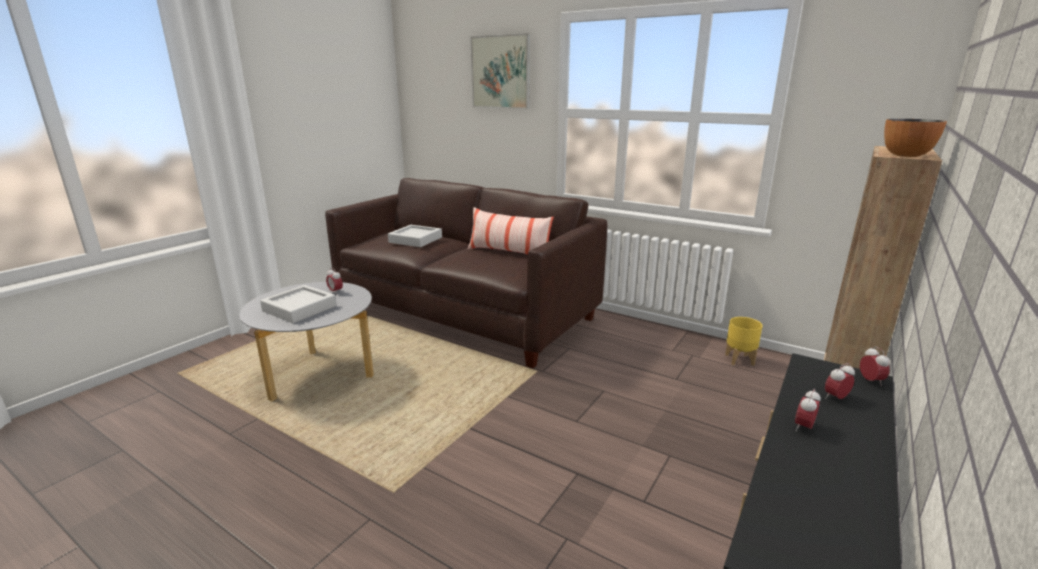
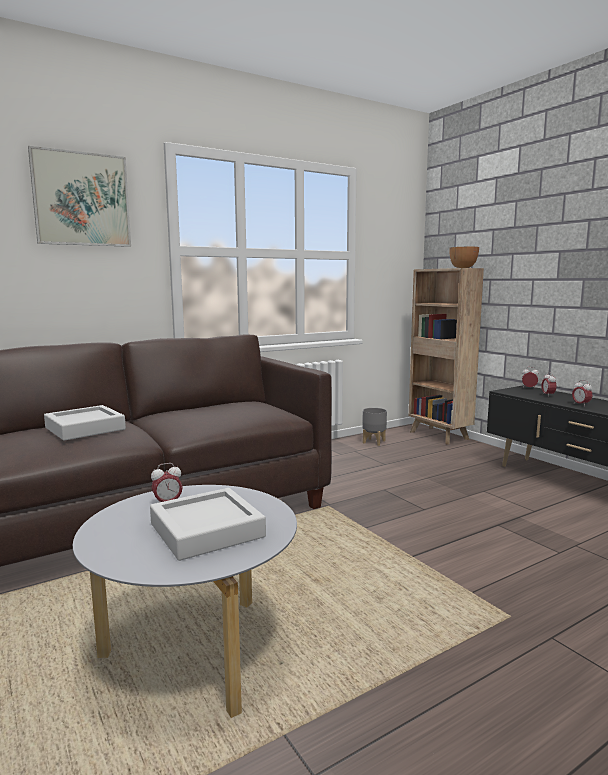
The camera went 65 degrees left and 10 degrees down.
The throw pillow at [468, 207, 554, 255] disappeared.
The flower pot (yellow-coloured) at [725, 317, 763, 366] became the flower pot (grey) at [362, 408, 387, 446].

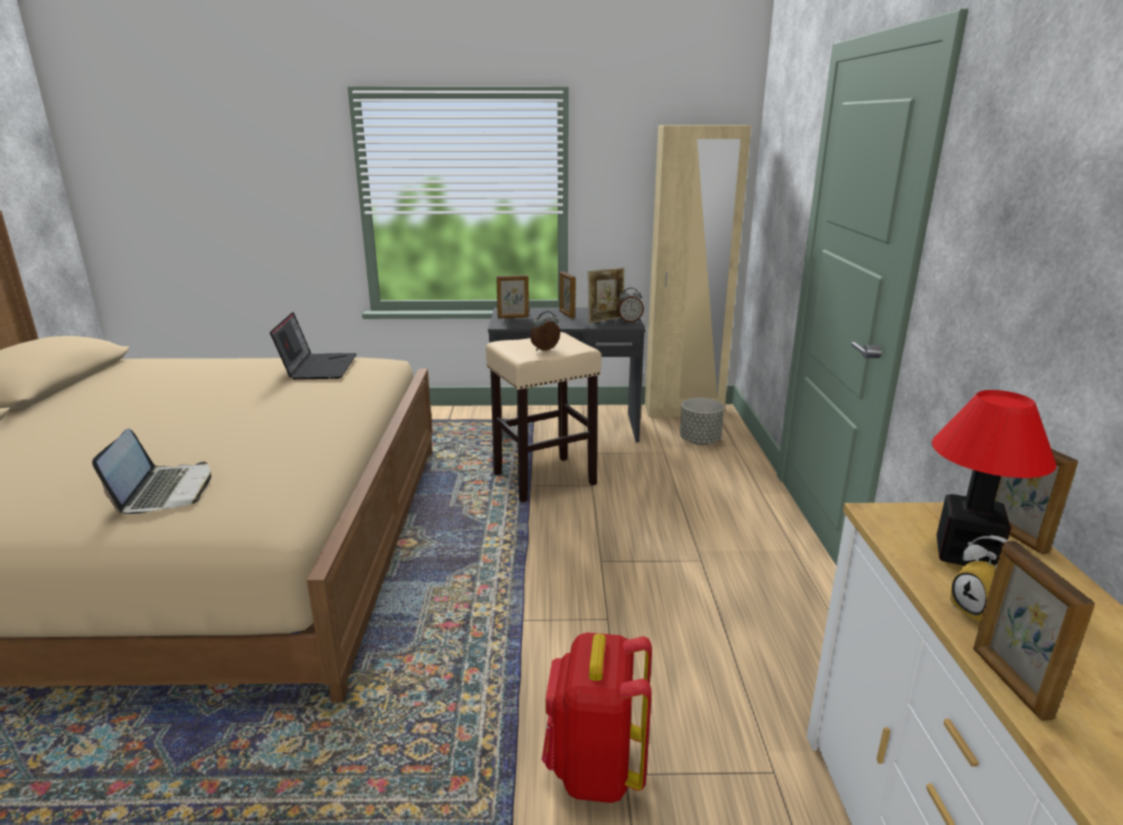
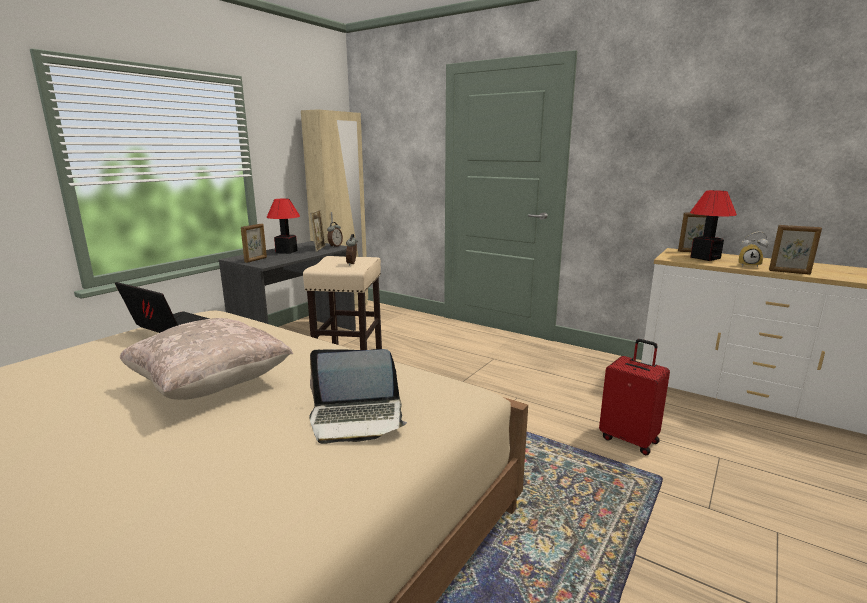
The camera went 55 degrees left and 5 degrees down.
The photo frame at [560, 271, 576, 319] was replaced by the tabletop lamp at [266, 198, 300, 254].
The flower pot (grey) at [680, 398, 724, 445] disappeared.
The portable computer at [92, 429, 211, 514] turned 150 degrees clockwise.
The knapsack (red-coloured) at [542, 633, 652, 803] was replaced by the suitcase (red-coloured) at [599, 339, 670, 455].
The throw pillow (beige) at [120, 318, 293, 400] appeared.

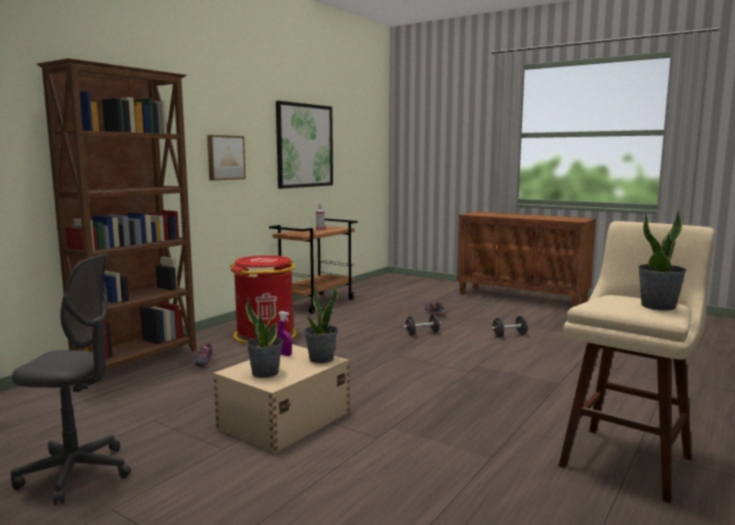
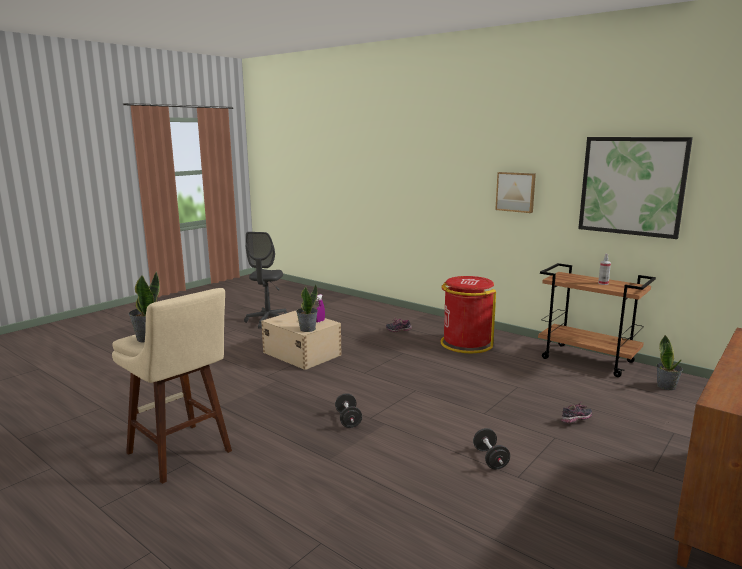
The camera went 95 degrees right and 5 degrees up.
The shelving unit (brownish) at [37, 58, 196, 383] disappeared.
The houseplant moved from [246, 297, 283, 378] to [656, 335, 683, 390].
The hand weight (black) moved from [403, 314, 441, 336] to [335, 393, 362, 428].

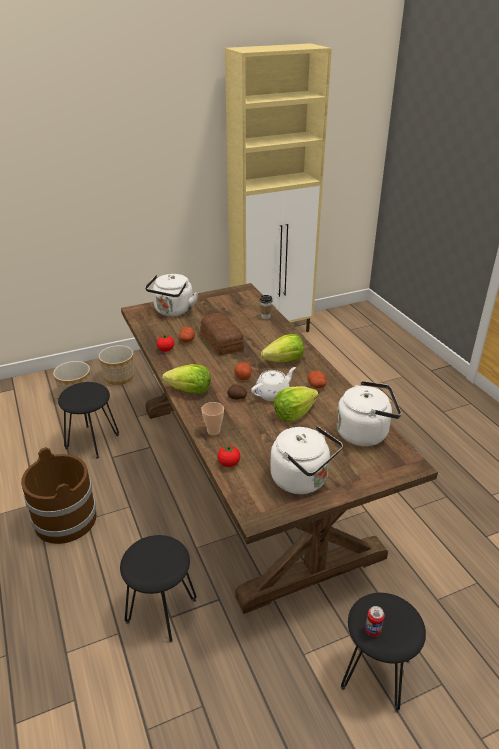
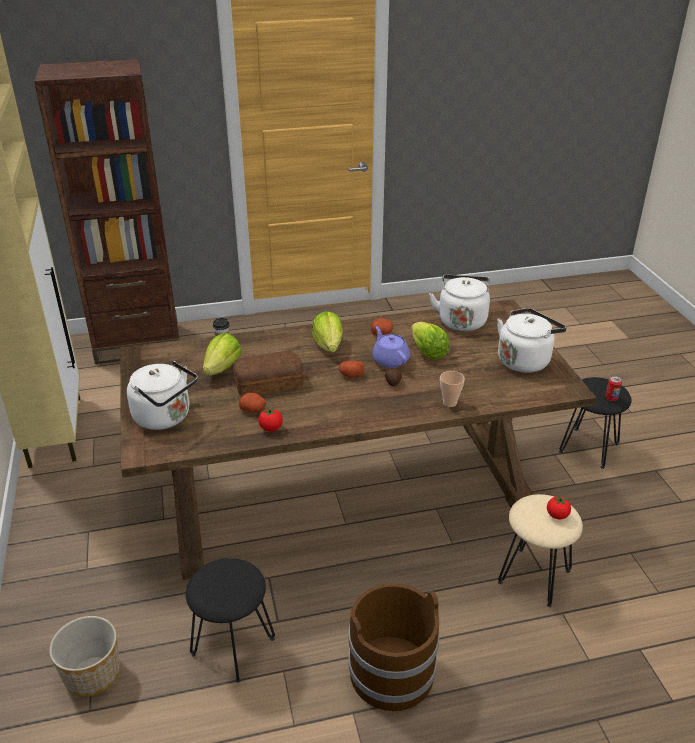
The camera went 80 degrees left and 0 degrees up.
The flower pot at [98, 345, 134, 385] disappeared.
The lettuce head moved from [162, 364, 211, 394] to [203, 333, 242, 375].
The teapot (white) at [251, 367, 296, 401] became the teapot (purple-coloured) at [372, 326, 410, 368].
The whole tomato moved from [218, 443, 240, 467] to [547, 495, 571, 519].
The sitting stool (black) at [120, 535, 197, 643] became the sitting stool (beige) at [498, 494, 583, 607].
The shelving unit (brownish) at [34, 59, 180, 364] appeared.

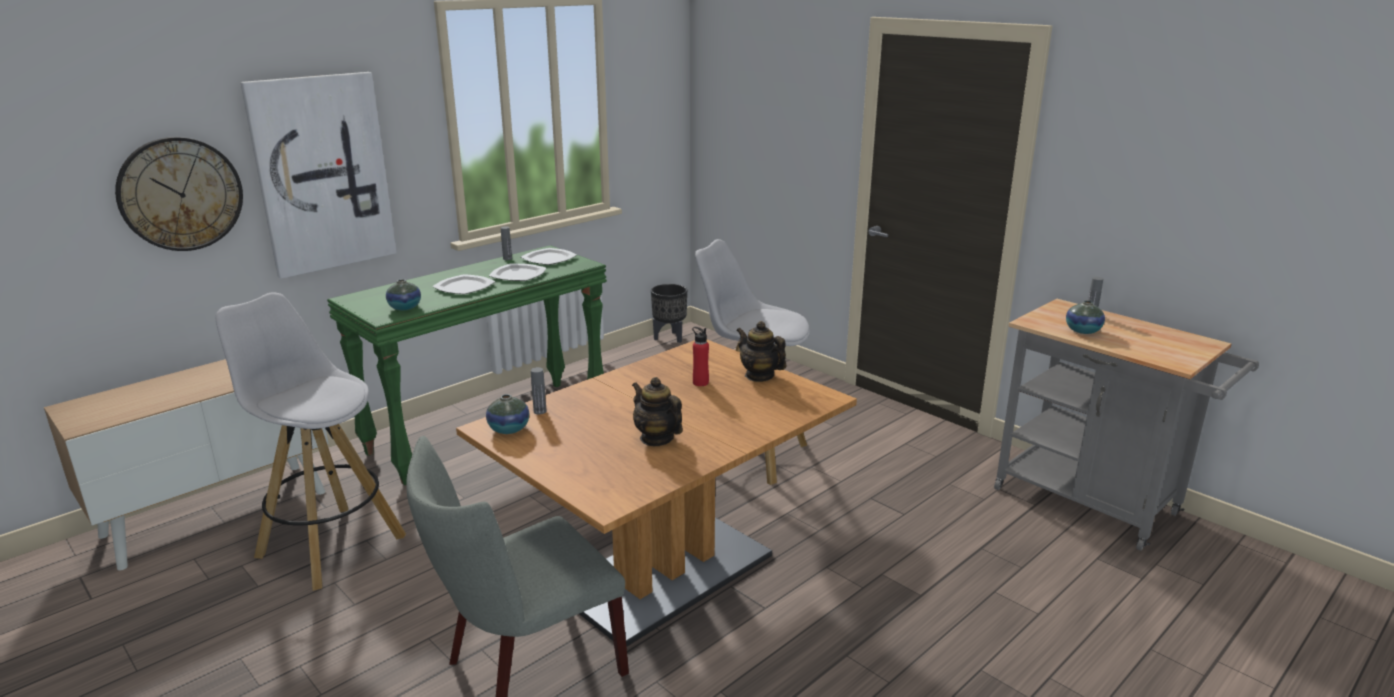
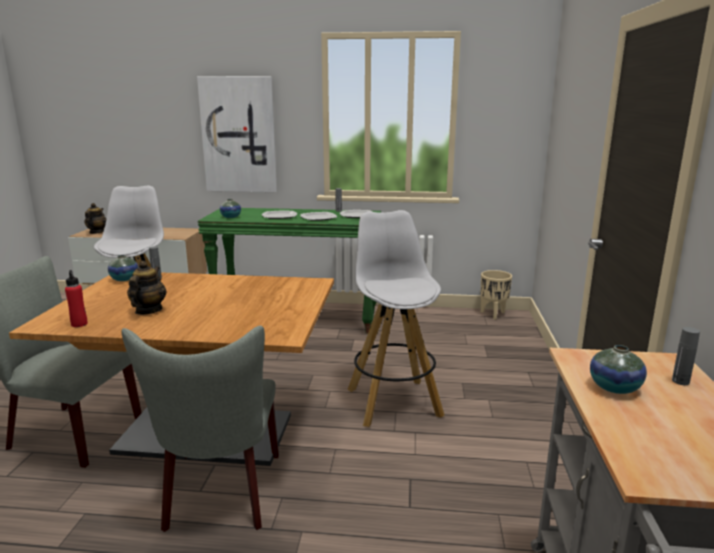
The camera went 50 degrees right and 5 degrees down.
The wall clock at [115, 137, 243, 251] disappeared.
The flower pot (black) at [651, 284, 688, 343] became the flower pot (beige) at [481, 270, 512, 320].
The teapot moved from [736, 321, 786, 382] to [84, 203, 106, 234].
The bottle (red-coloured) moved from [692, 327, 709, 386] to [65, 270, 88, 327].
The chair (grey) at [122, 326, 279, 532] appeared.

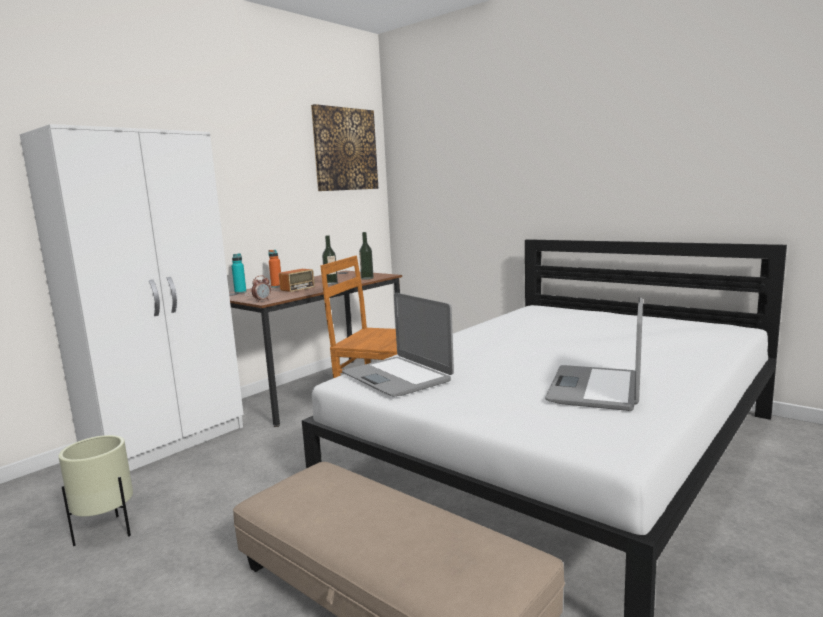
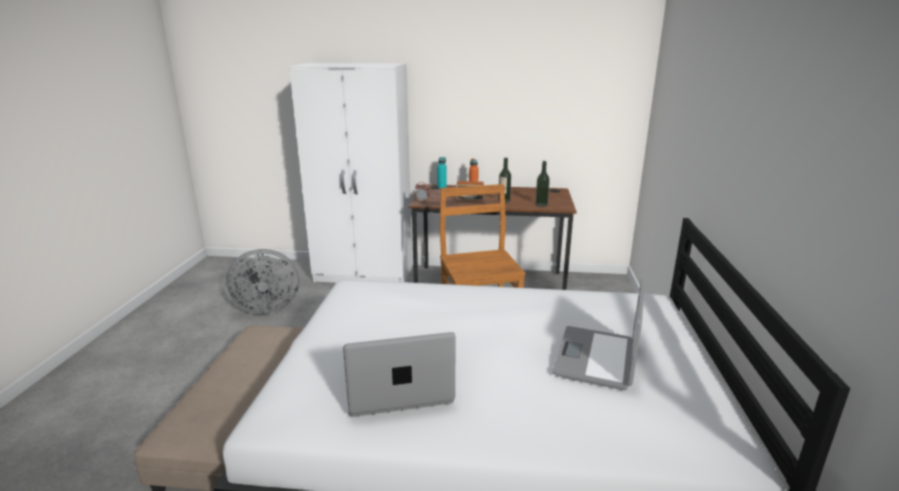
The camera went 55 degrees right and 10 degrees up.
The wall art at [311, 104, 378, 191] disappeared.
The portable computer moved from [342, 293, 454, 396] to [552, 278, 644, 390].
The flower pot (beige) at [58, 435, 133, 546] was replaced by the electric fan (grey) at [226, 249, 299, 314].

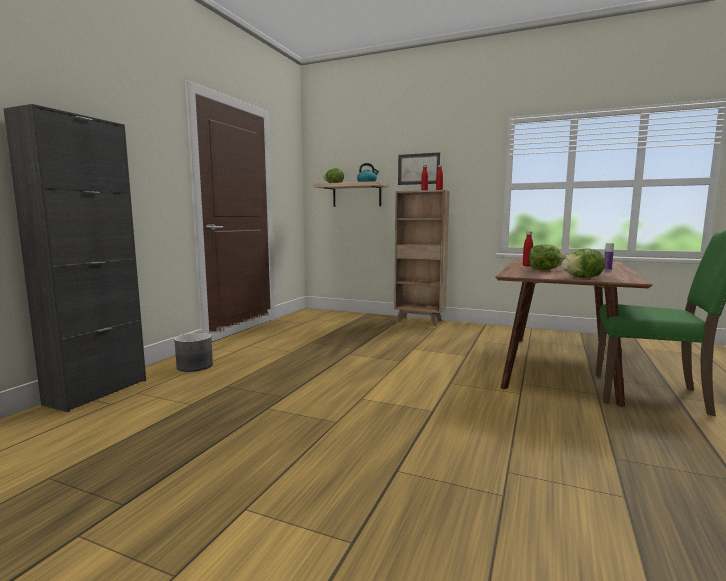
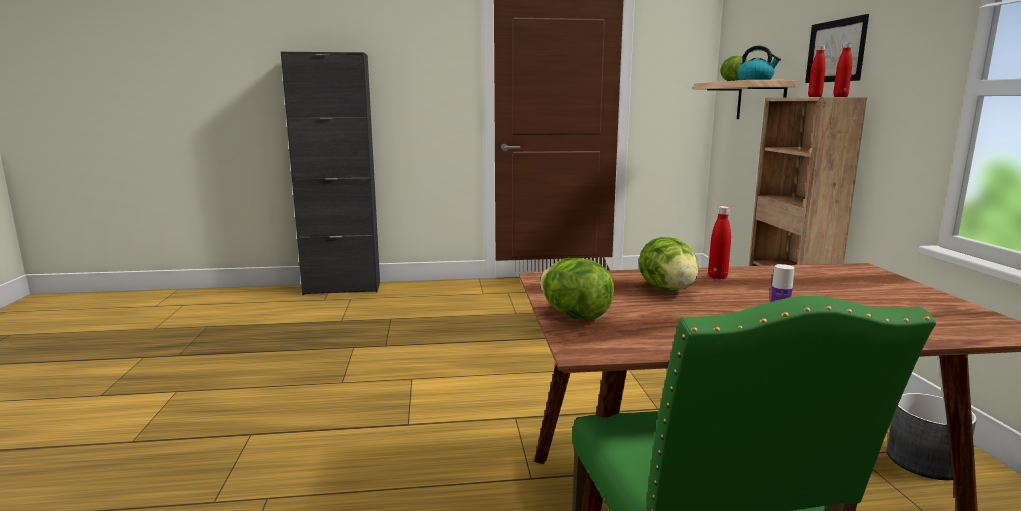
The camera went 60 degrees right and 5 degrees up.
The flower pot (grey) moved from [174, 333, 213, 372] to [887, 393, 977, 480].

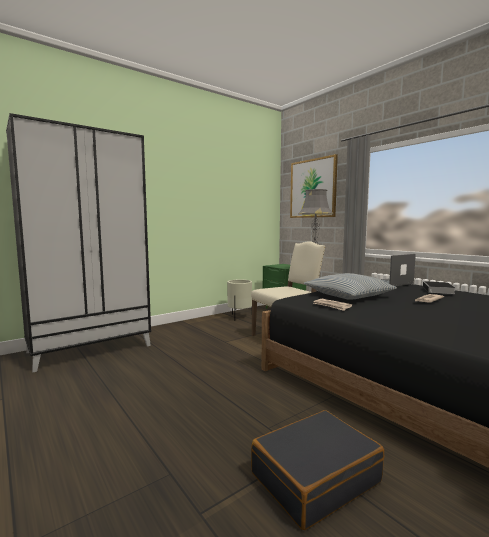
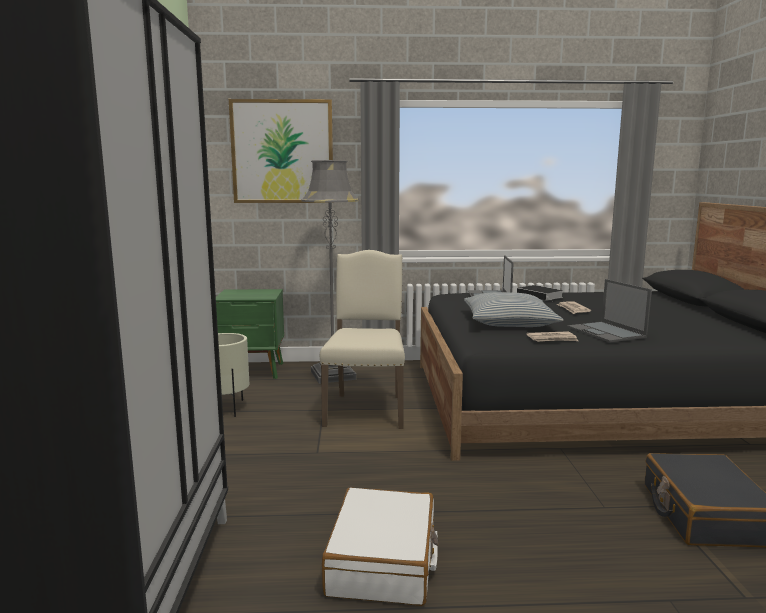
The camera went 55 degrees left and 5 degrees up.
The portable computer at [567, 279, 652, 343] appeared.
The suitcase (white) at [322, 488, 439, 606] appeared.

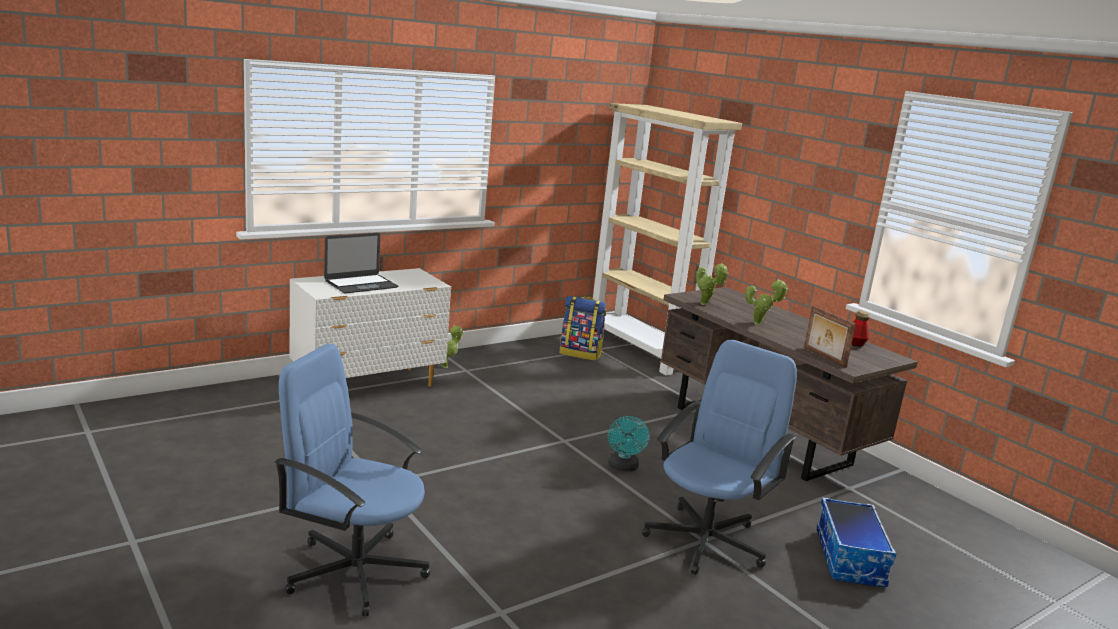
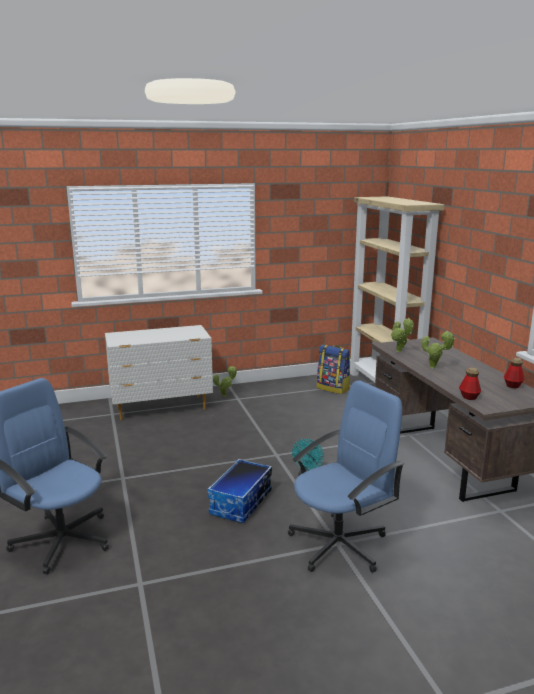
The camera went 20 degrees right and 0 degrees up.
The portable computer at [324, 233, 399, 293] disappeared.
The photo frame at [804, 306, 856, 368] was replaced by the bottle at [459, 367, 481, 400].
The storage box moved from [816, 497, 896, 587] to [207, 459, 272, 523].

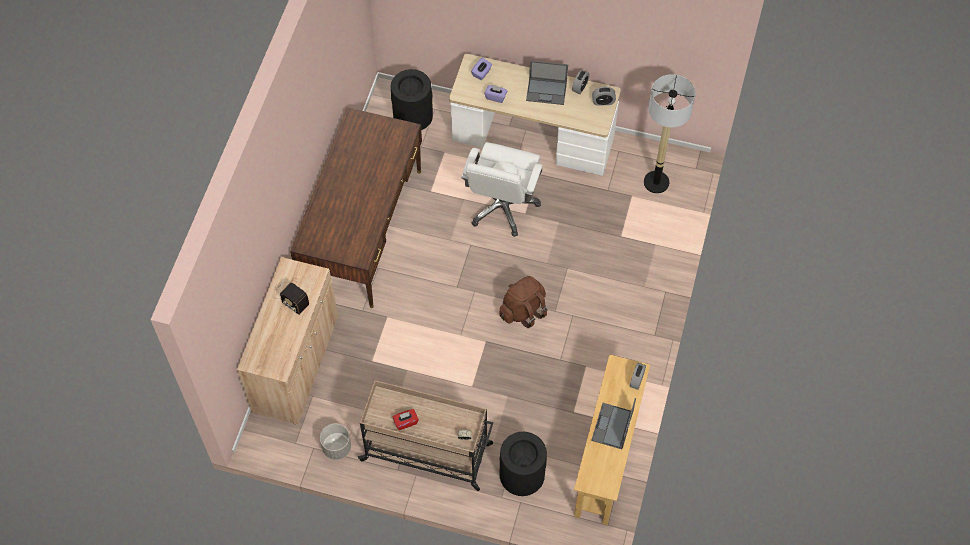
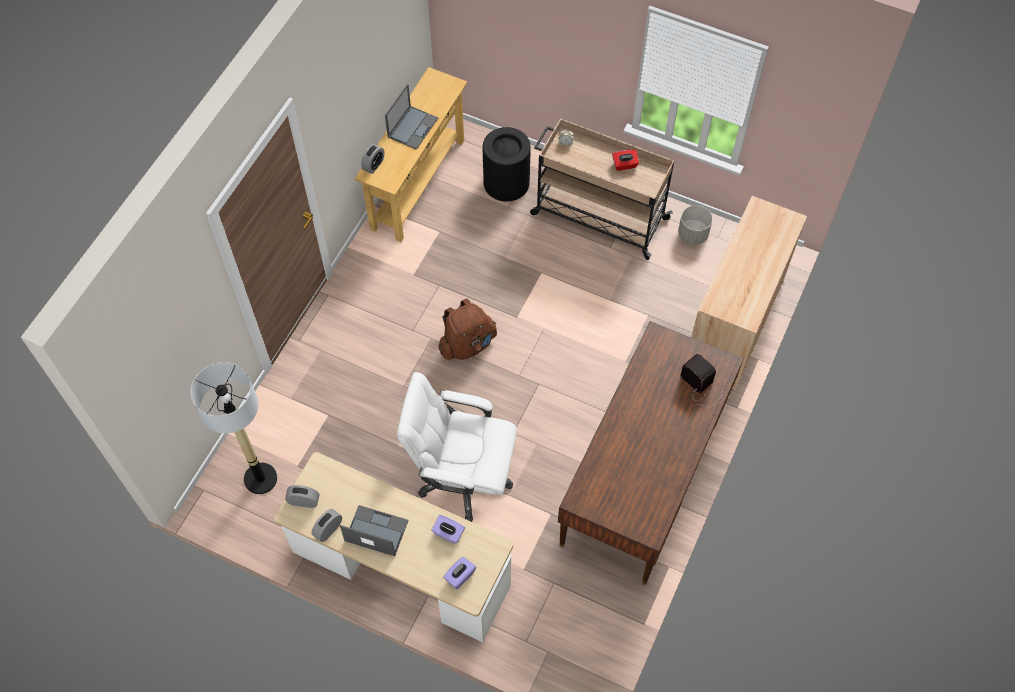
The camera went 170 degrees left and 0 degrees up.
The rubbish bin (black) at [391, 69, 433, 130] disappeared.
The computer chair (white) at [461, 142, 543, 237] turned 105 degrees counterclockwise.
The radio moved from [274, 282, 309, 315] to [680, 354, 723, 407].

